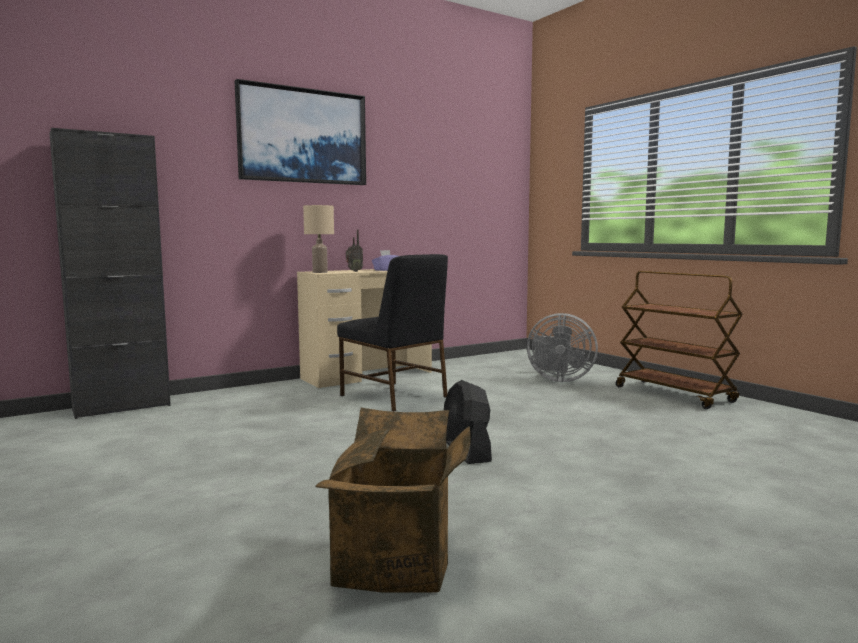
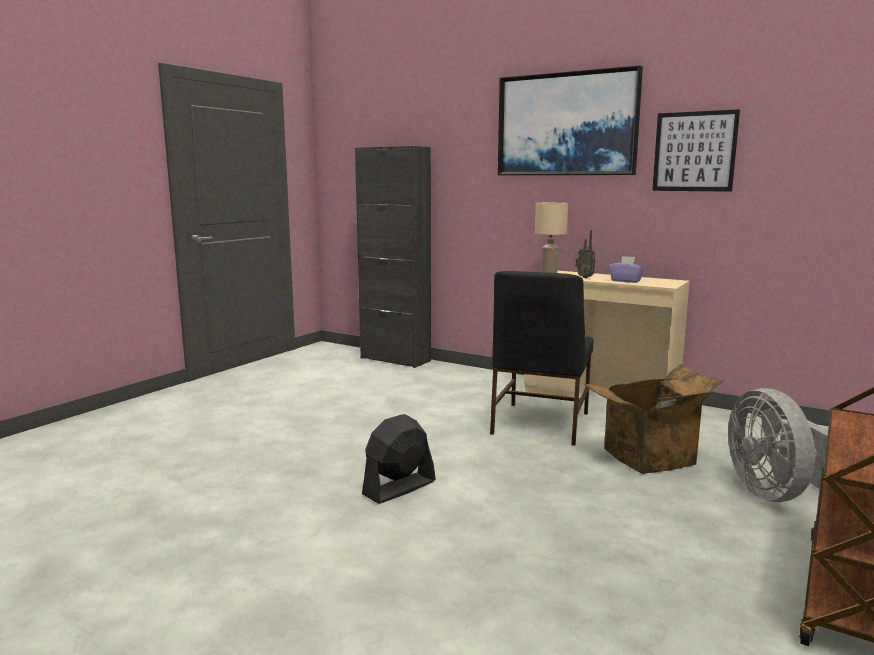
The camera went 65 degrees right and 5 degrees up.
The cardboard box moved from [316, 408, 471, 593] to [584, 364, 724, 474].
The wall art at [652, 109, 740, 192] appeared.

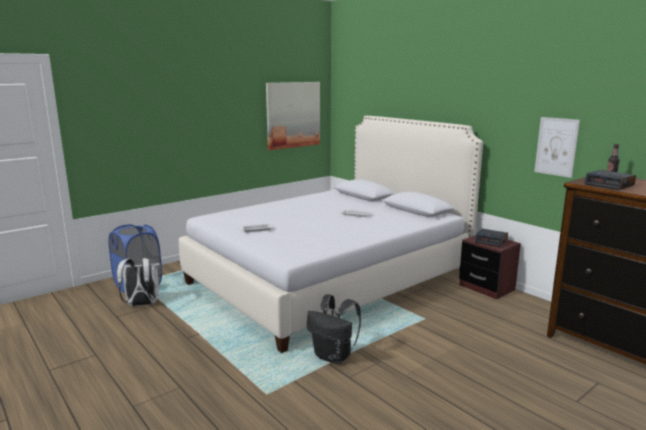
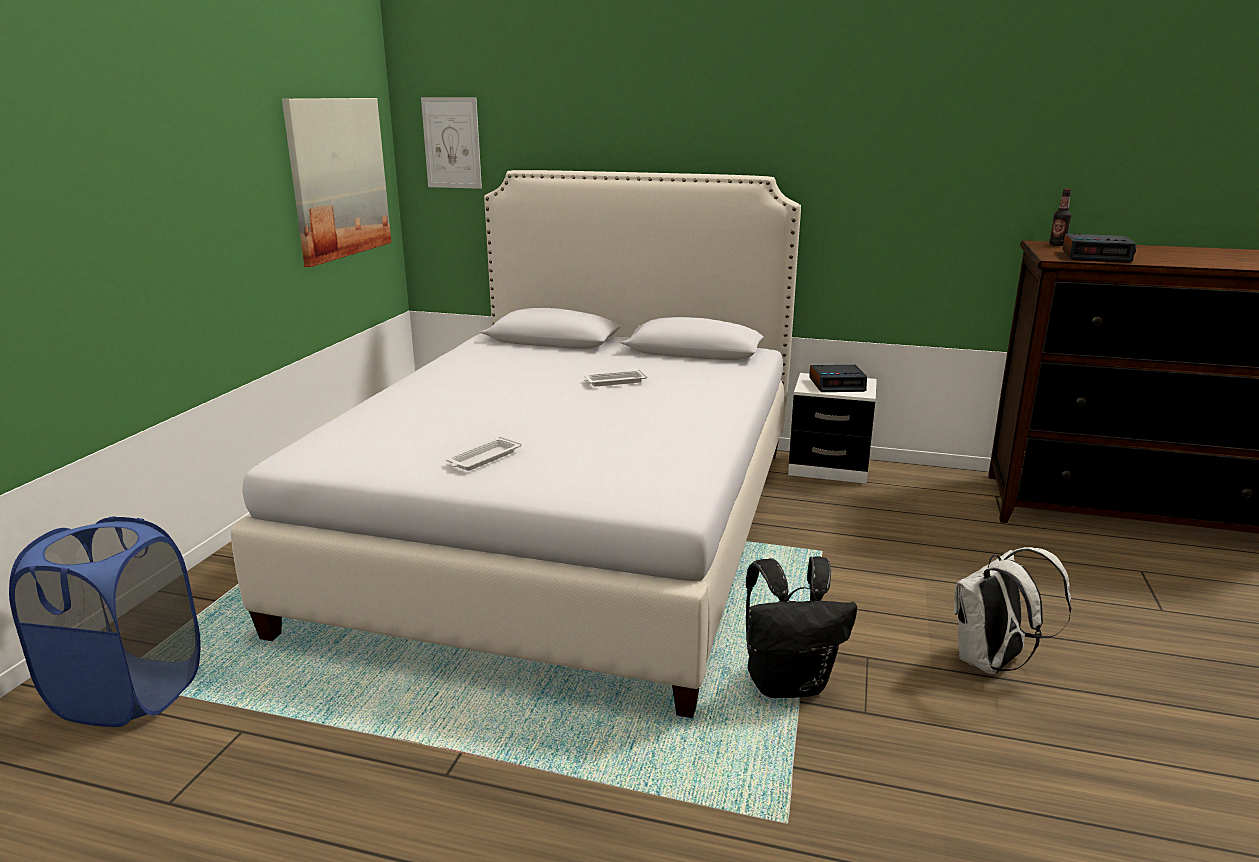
The camera went 35 degrees left and 5 degrees up.
The wall art moved from [534, 117, 580, 178] to [421, 97, 482, 189].
The bedside table (brownish) at [459, 235, 521, 299] became the bedside table (white) at [788, 373, 877, 484].
The knapsack (white) moved from [117, 258, 162, 306] to [954, 547, 1071, 675].

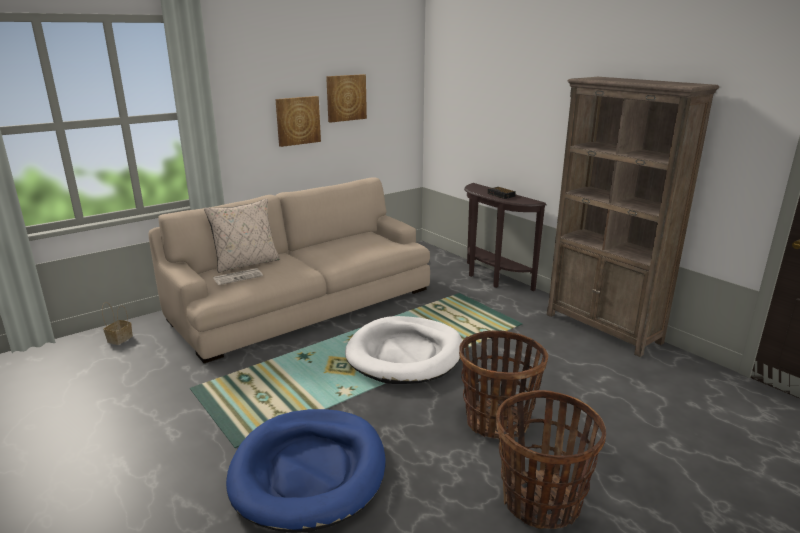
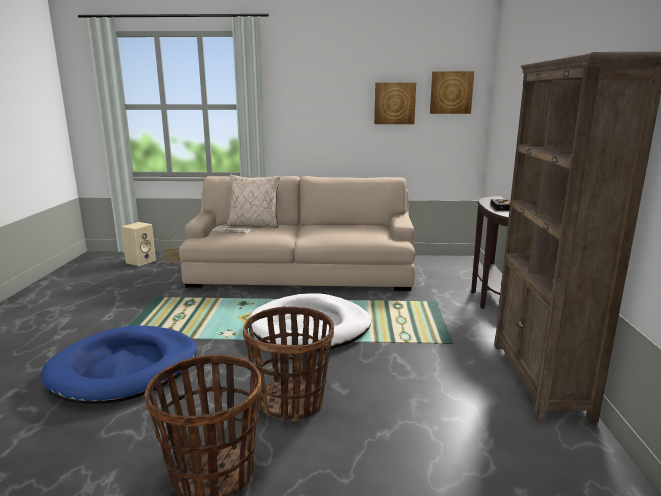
The camera went 40 degrees right and 5 degrees down.
The wall art moved from [275, 96, 321, 147] to [430, 71, 474, 114].
The audio speaker (beige) at [121, 222, 156, 266] appeared.

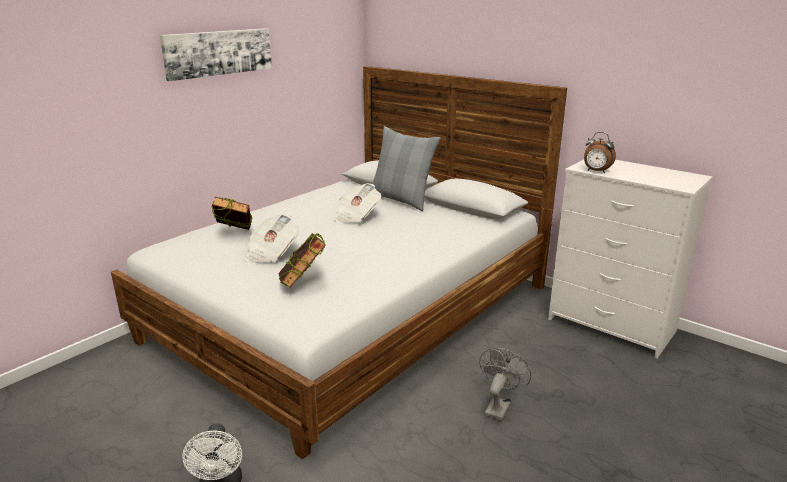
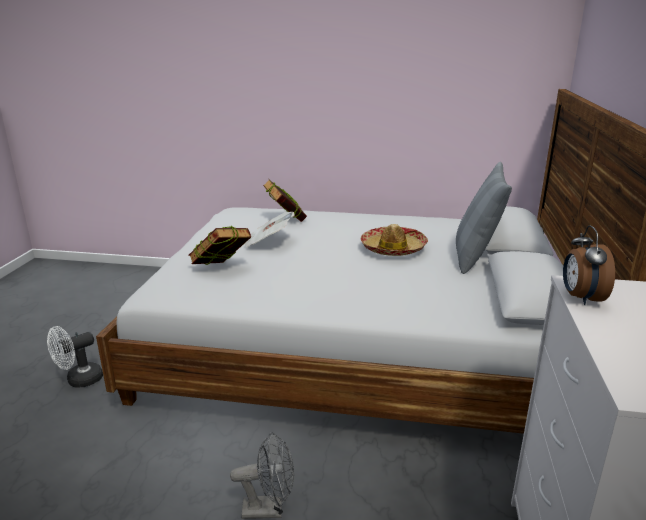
The camera went 60 degrees right and 0 degrees up.
The wall art at [160, 28, 272, 81] disappeared.
The daily paper at [334, 183, 381, 223] was replaced by the wearable hat at [360, 224, 428, 256].

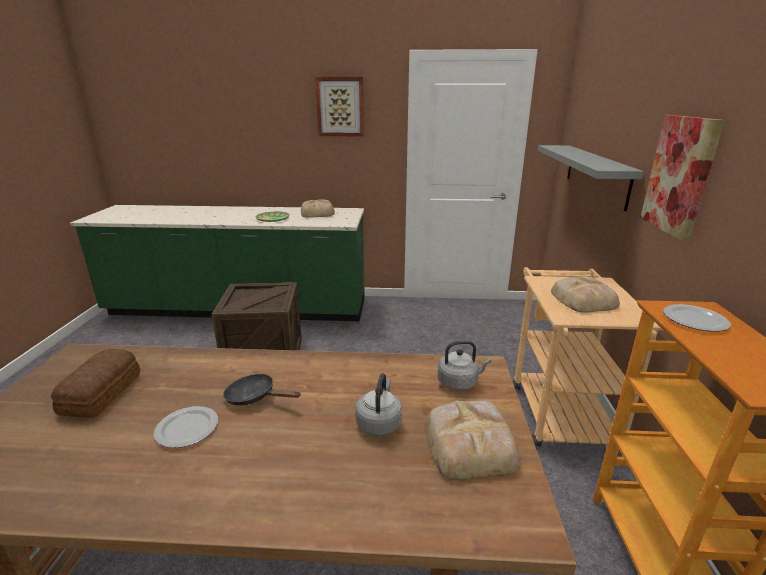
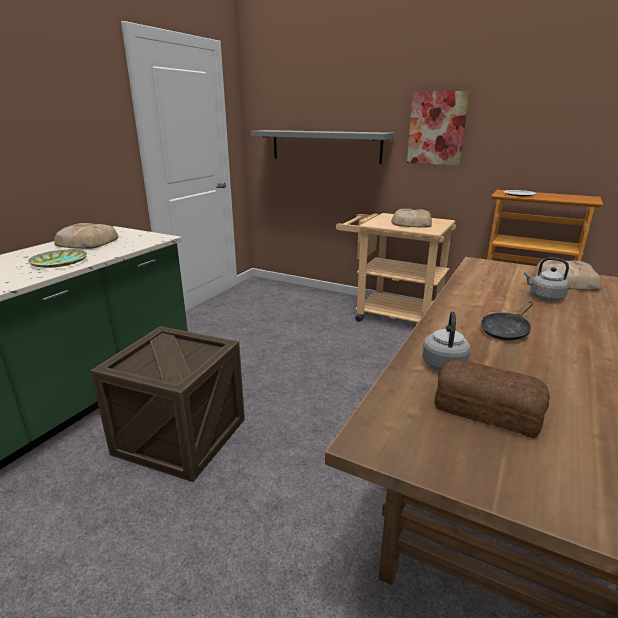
The camera went 65 degrees left and 0 degrees up.
The wall art at [315, 77, 364, 136] disappeared.
The tea kettle (grey) moved from [438, 341, 492, 391] to [422, 311, 471, 371].
The flat dish at [154, 406, 218, 448] disappeared.

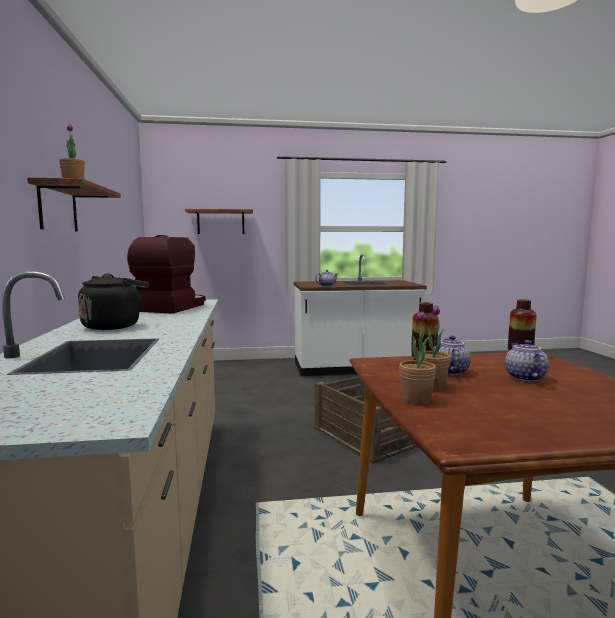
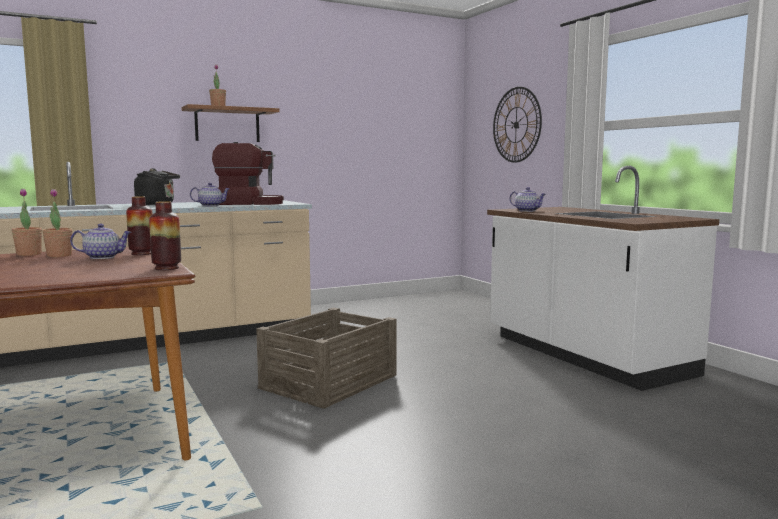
The camera went 70 degrees right and 0 degrees up.
The shelf at [185, 209, 253, 234] was replaced by the wall clock at [493, 87, 542, 163].
The teapot moved from [505, 340, 549, 382] to [190, 183, 230, 206].

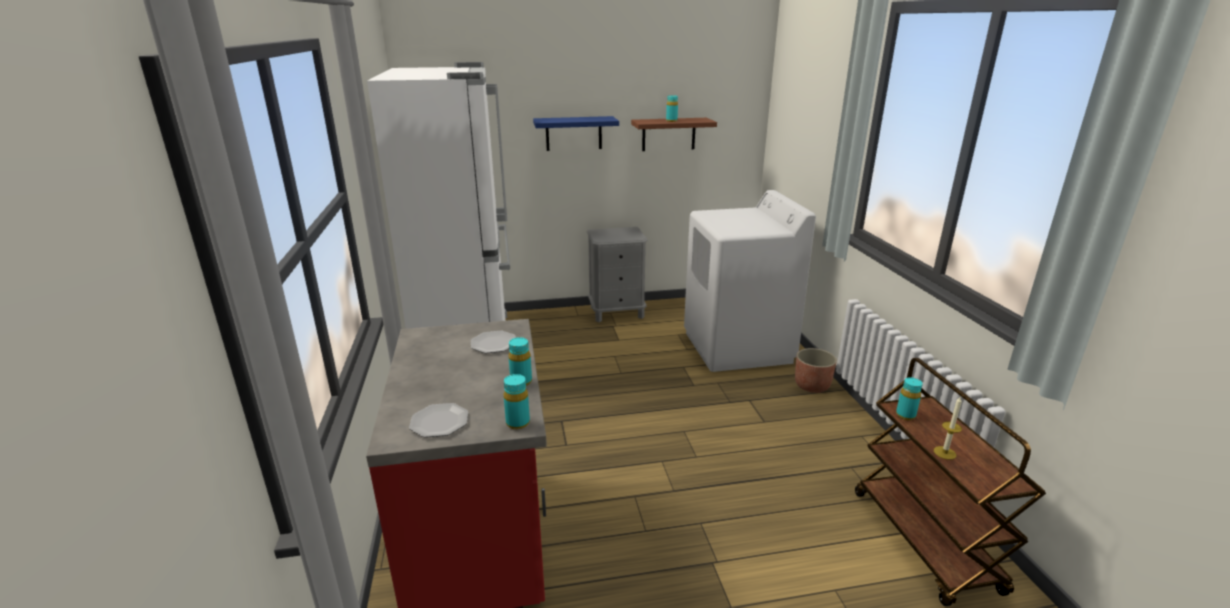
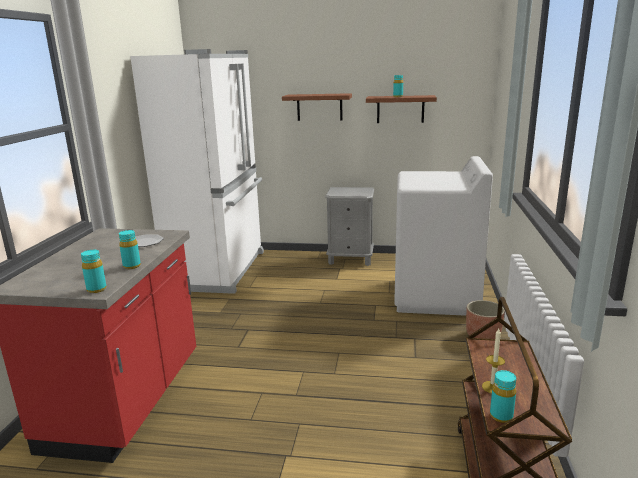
The camera went 20 degrees right and 5 degrees down.
The shelf (bluish) at [533, 116, 619, 151] became the shelf (brownish) at [282, 93, 352, 121].
The bottle (turquoise) moved from [896, 377, 923, 420] to [490, 370, 516, 423].
The flat dish at [409, 403, 468, 438] disappeared.

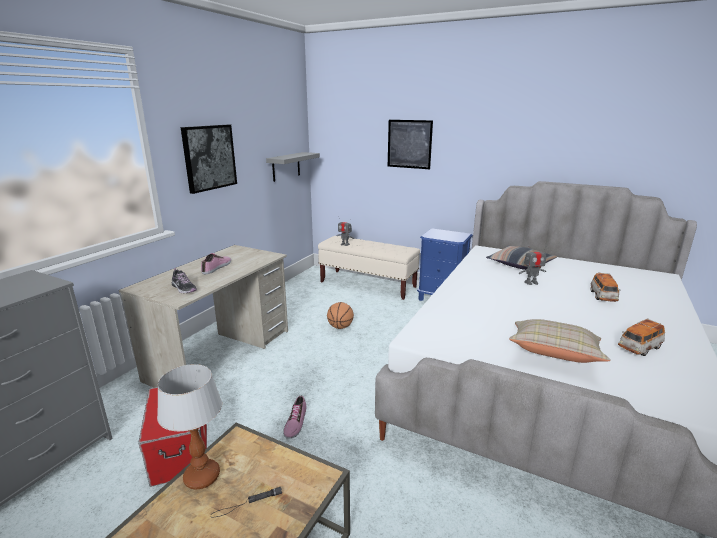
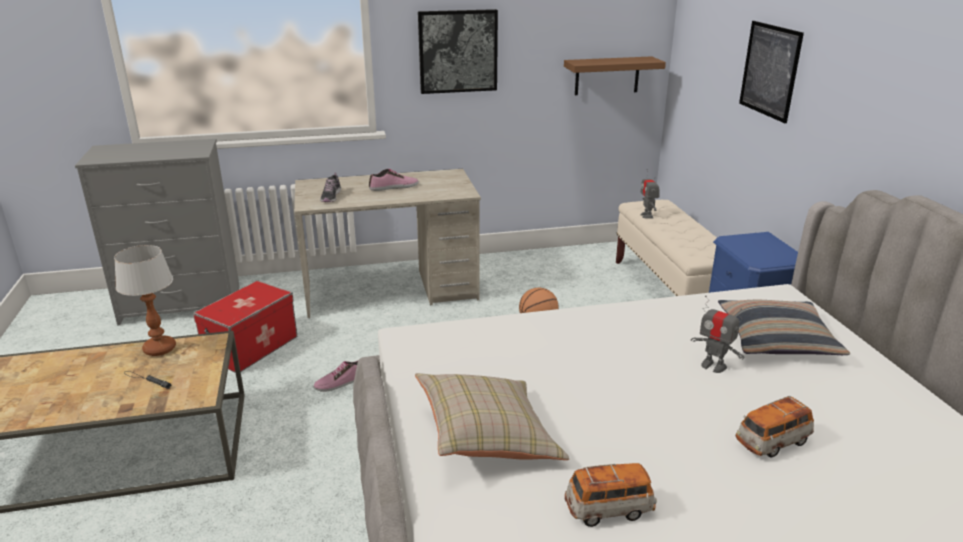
The camera went 50 degrees right and 5 degrees up.
The shelf (grey) at [266, 152, 320, 182] became the shelf (brownish) at [564, 56, 666, 95].
The miniature car at [618, 318, 665, 356] turned 150 degrees clockwise.

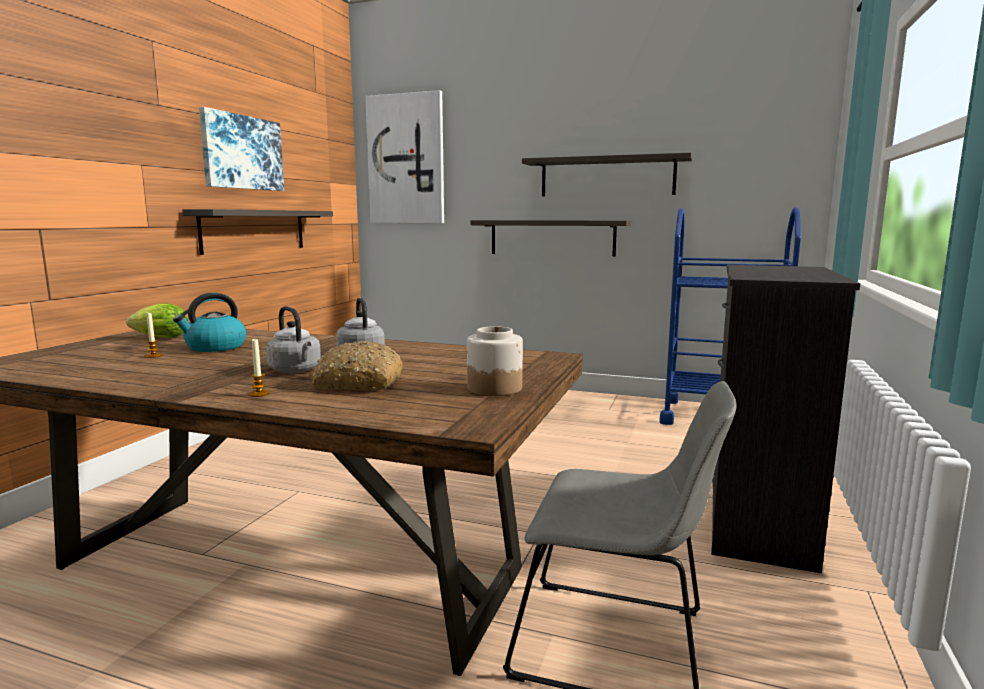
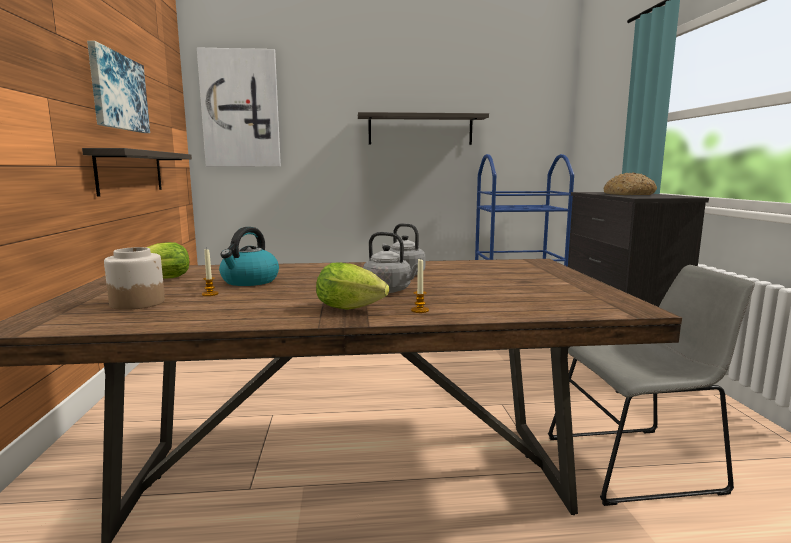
The camera went 25 degrees left and 0 degrees up.
The shelf at [471, 220, 631, 257] disappeared.
The preserve jar moved from [467, 326, 523, 396] to [104, 247, 165, 310].
The baked bread moved from [312, 341, 403, 390] to [604, 173, 657, 195].
The lettuce head at [316, 262, 389, 310] appeared.

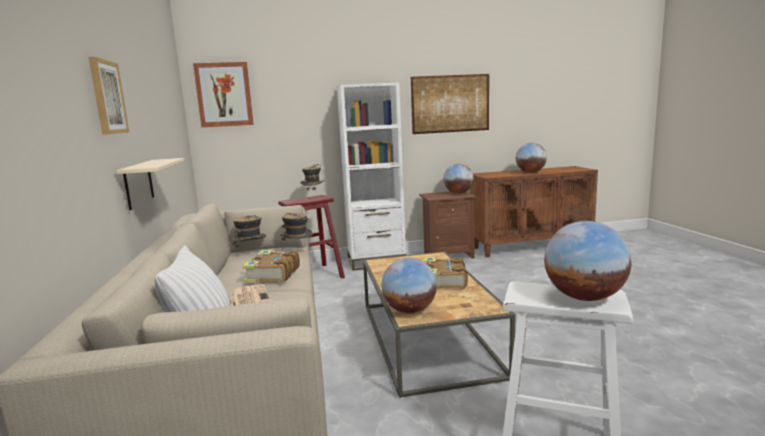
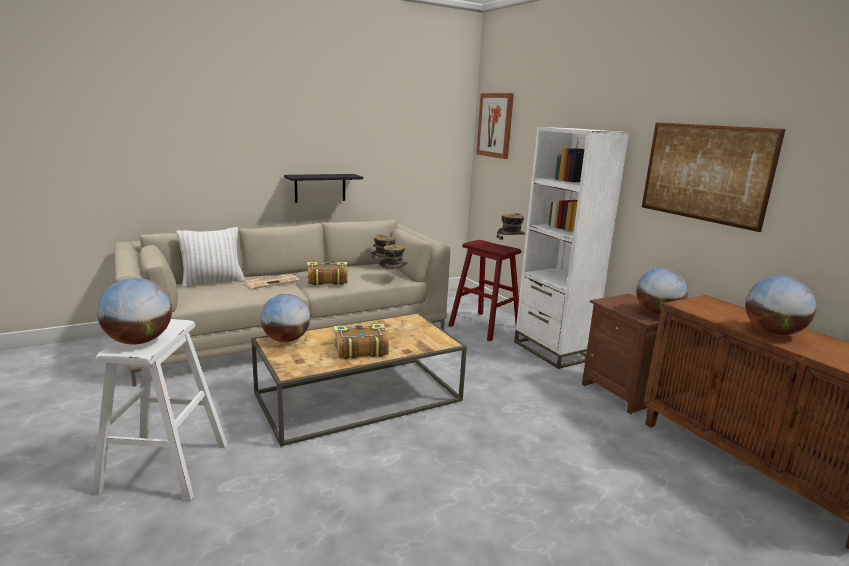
The camera went 70 degrees right and 5 degrees up.
The wall art at [89, 57, 129, 135] disappeared.
The shelf (beige) at [116, 158, 184, 210] became the shelf (black) at [284, 174, 363, 203].

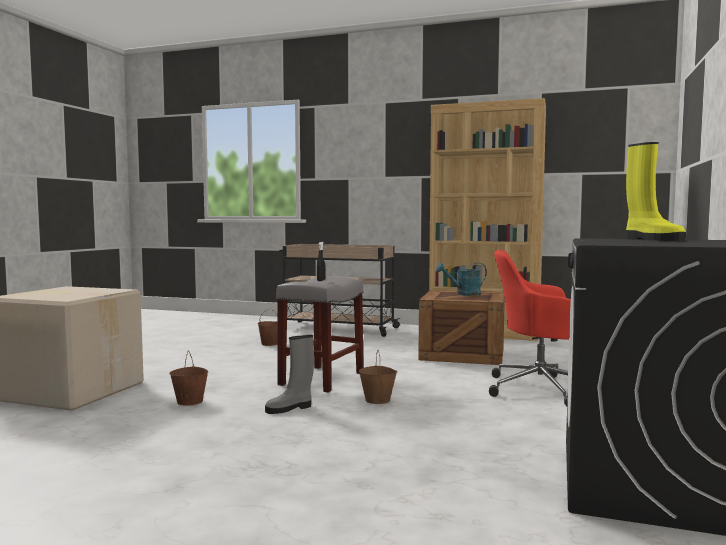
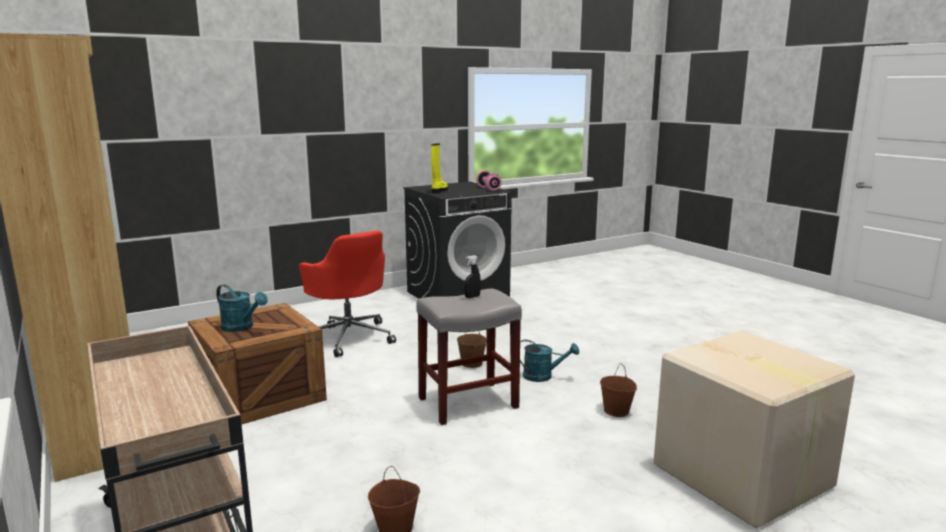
The camera went 140 degrees left and 10 degrees up.
The boot (grey) at [265, 335, 314, 414] was replaced by the watering pot (turquoise) at [520, 340, 579, 382].
The hand weight (pinkish) at [476, 170, 502, 191] appeared.

